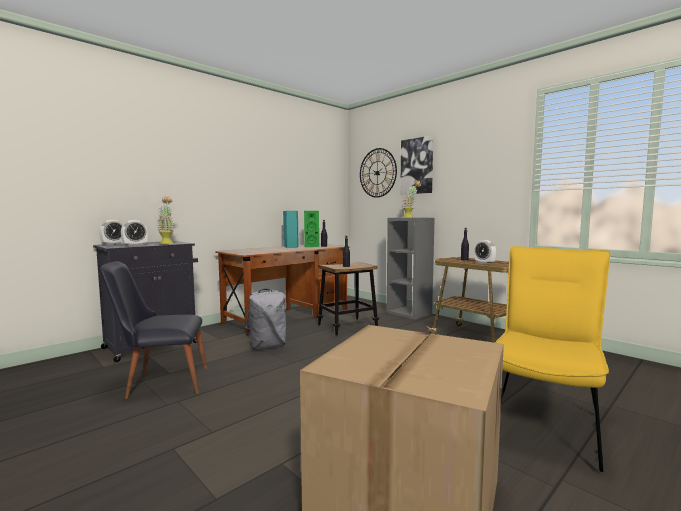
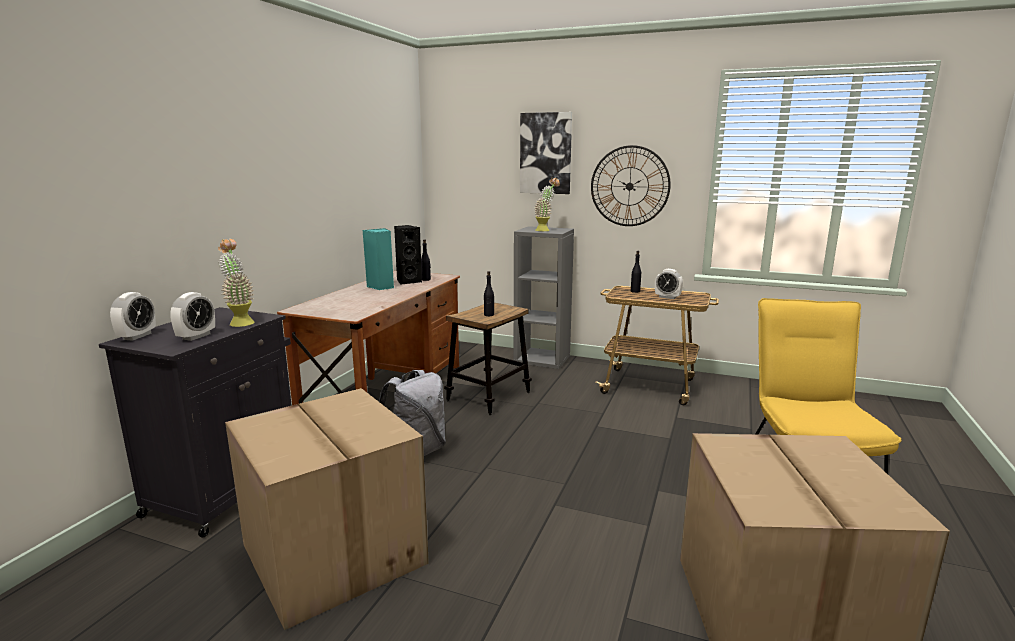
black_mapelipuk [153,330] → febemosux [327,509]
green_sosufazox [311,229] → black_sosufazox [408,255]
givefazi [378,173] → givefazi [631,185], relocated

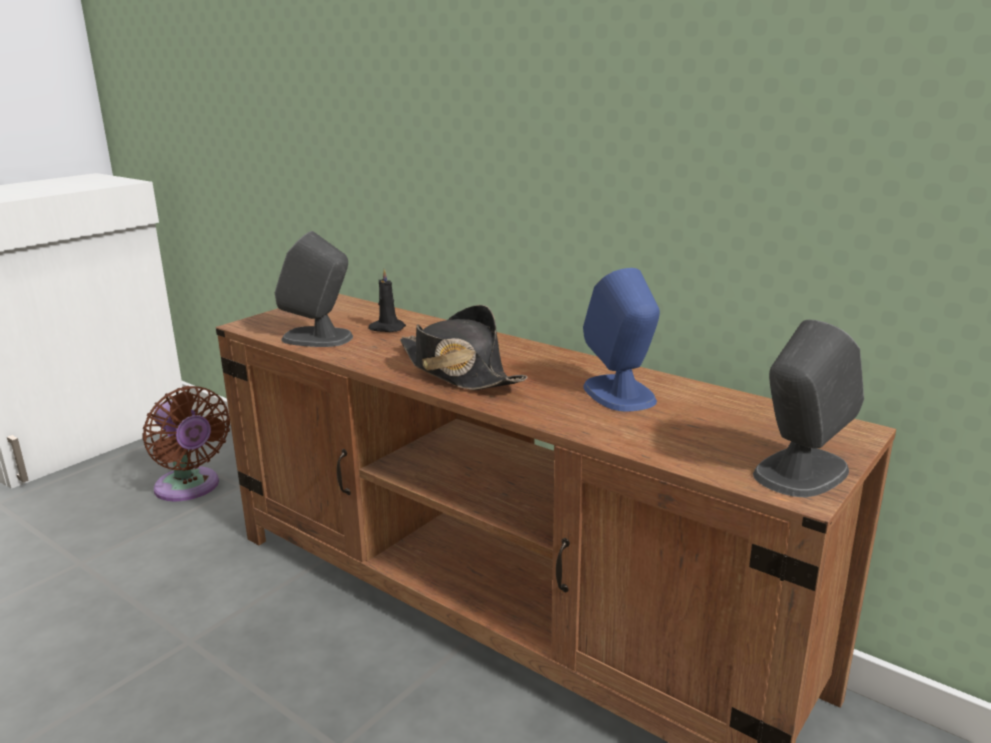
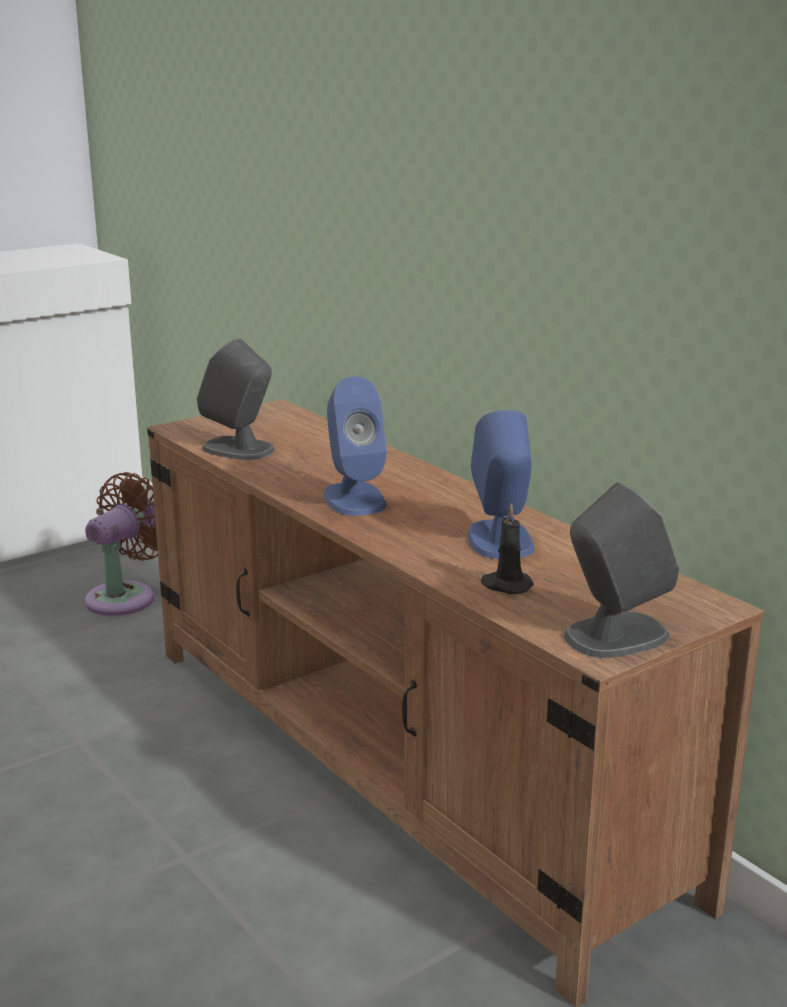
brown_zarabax [186,443] → brown_zarabax [121,544], 120 degrees counterclockwise
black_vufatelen [387,300] → black_vufatelen [507,549], relocated
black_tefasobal [463,347] → blue_sosufazox [355,446]

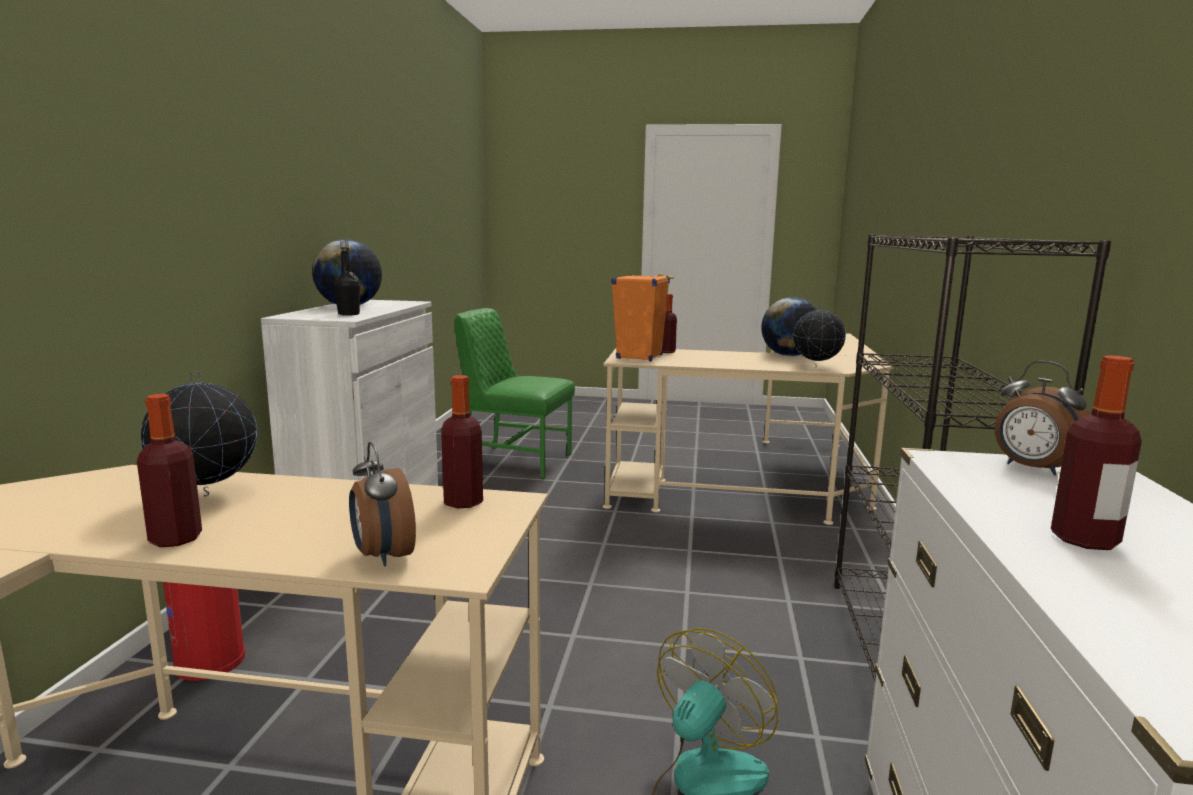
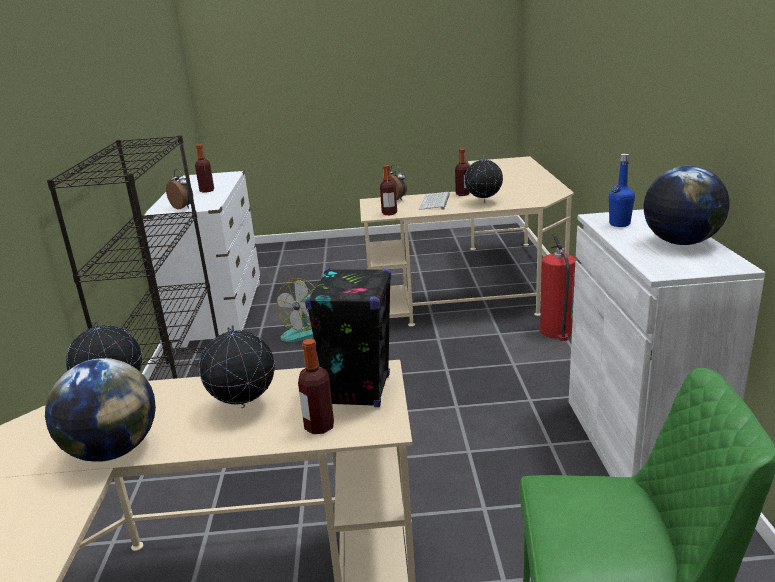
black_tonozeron [347,278] → blue_tonozeron [622,190]
orange_sosufazox [640,318] → black_sosufazox [348,337]
- → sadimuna [237,366]
- → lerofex [434,201]

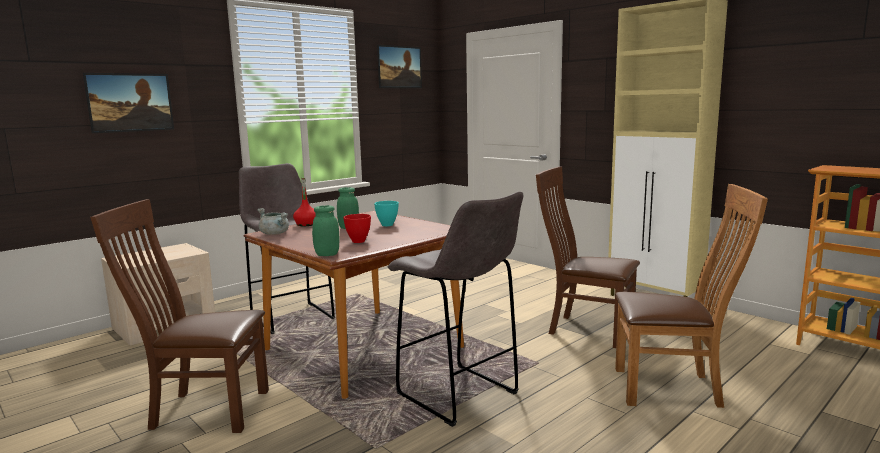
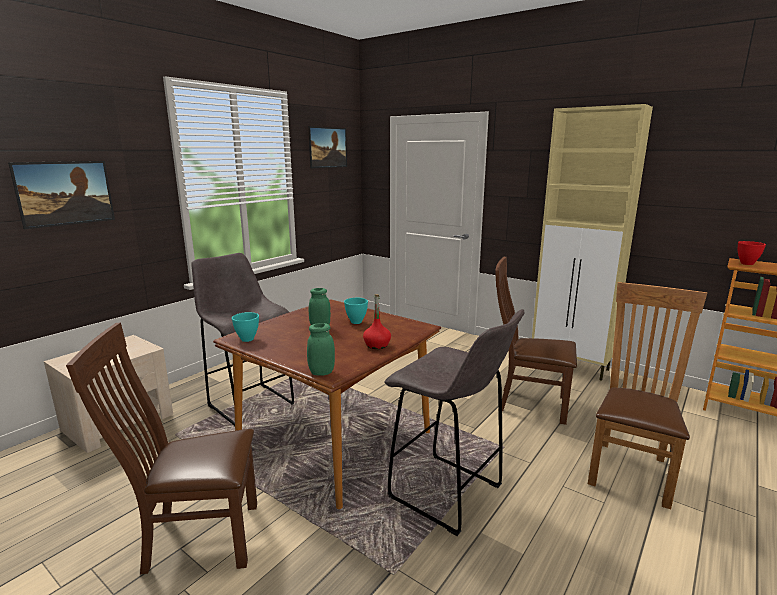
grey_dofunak [273,221] → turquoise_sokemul [245,327]
red_tonozeron [304,202] → red_tonozeron [377,321], relocated
red_sokemul [357,228] → red_sokemul [752,253], relocated
brown_mapelipuk [691,296] → brown_mapelipuk [647,395], 60 degrees counterclockwise

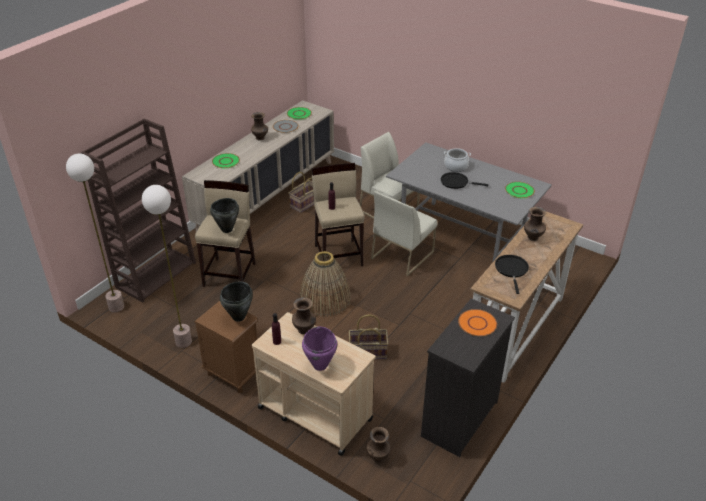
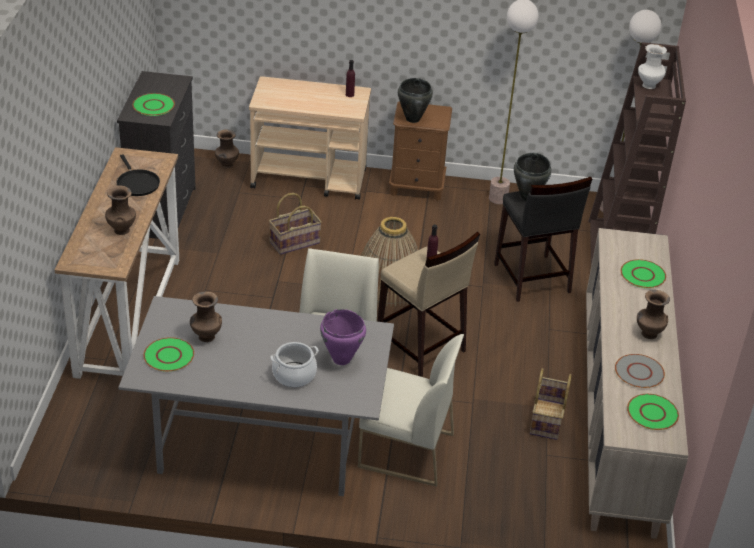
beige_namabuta [225,233] → black_namabuta [543,239]
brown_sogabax [304,315] → brown_sogabax [206,316], relocated
purple_dofunak [319,349] → purple_dofunak [343,337], relocated
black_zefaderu [465,180] → -
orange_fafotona [477,322] → green_fafotona [154,104]
- → white_sogabax [652,66]

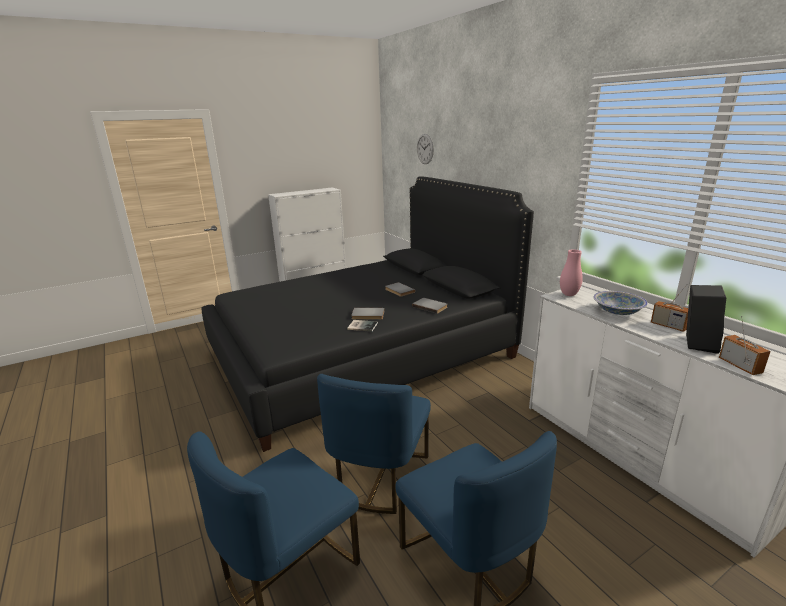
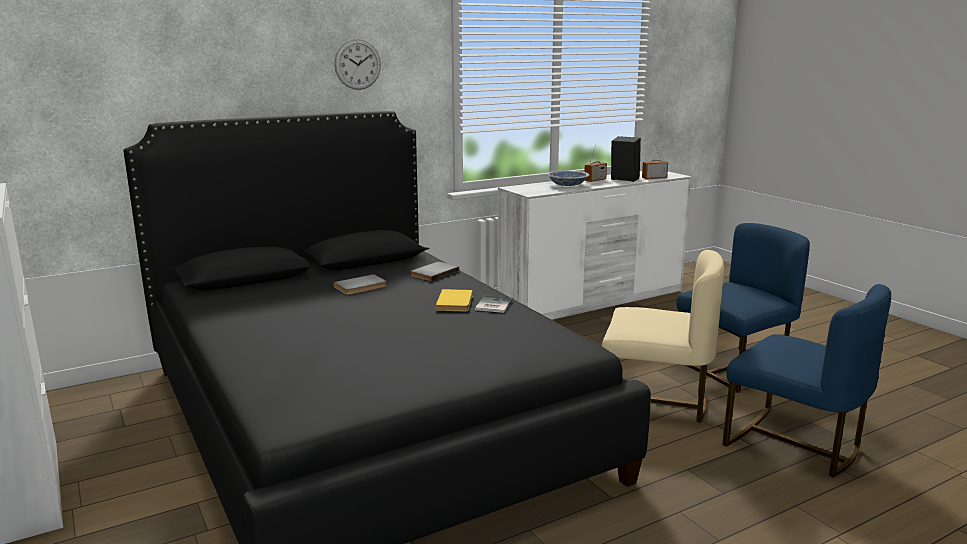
blue_mapelipuk [374,444] → beige_mapelipuk [663,336]
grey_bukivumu [368,314] → yellow_bukivumu [453,300]
givefazi [425,149] → givefazi [357,64], relocated
pink_sogabax [571,272] → -

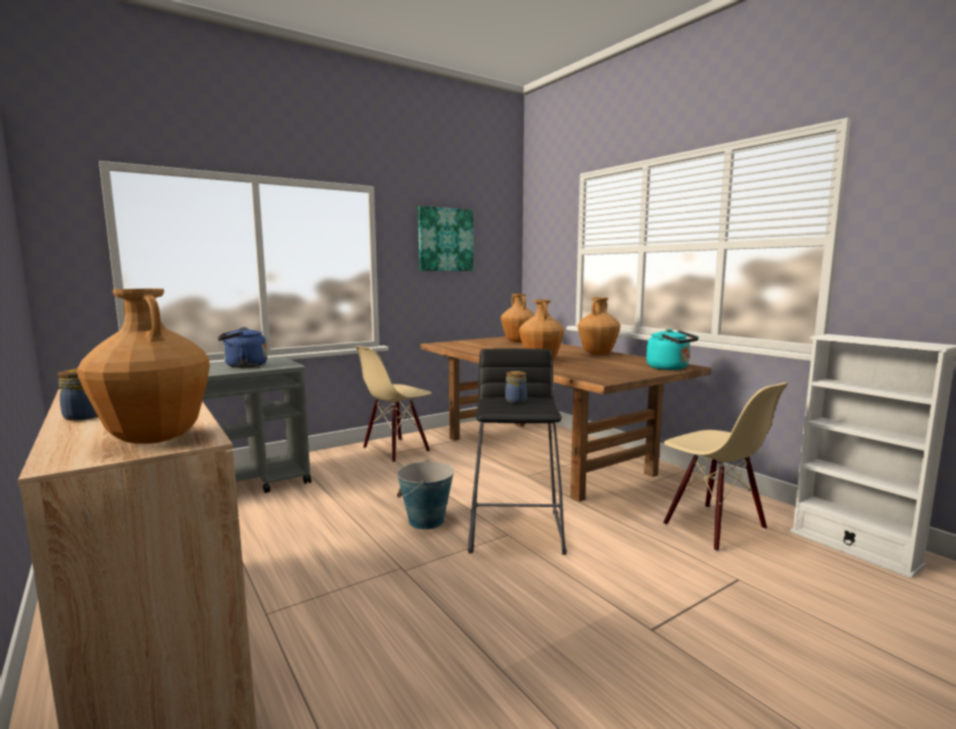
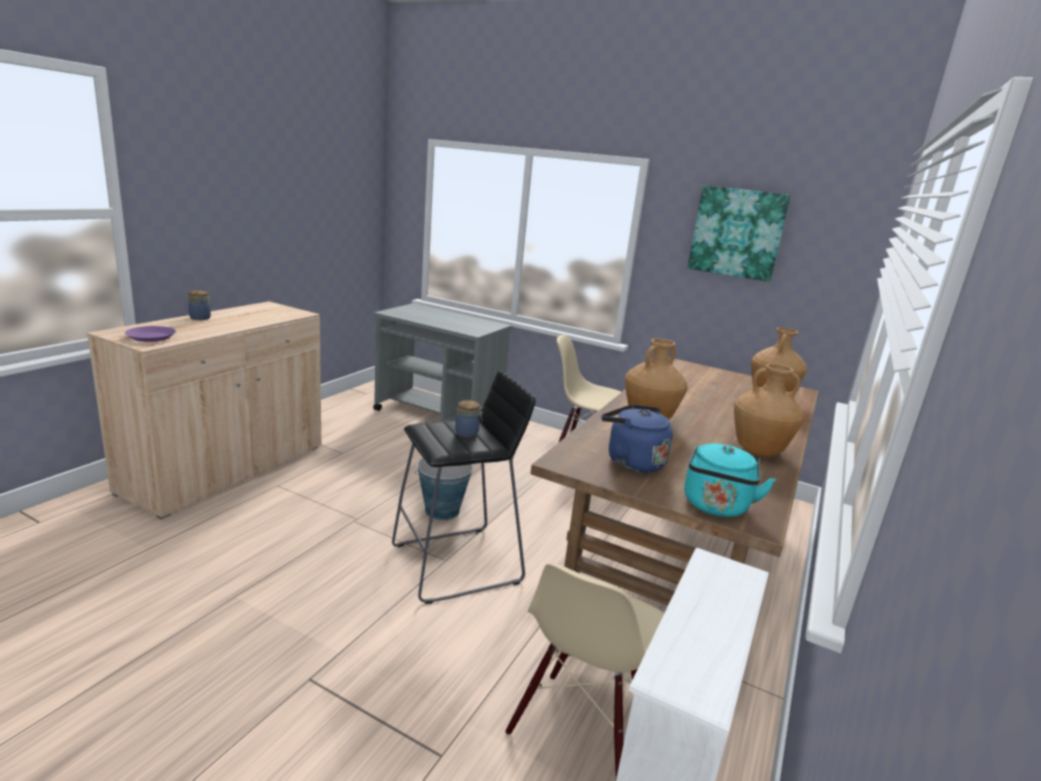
brown_sogabax [143,366] → purple_fafotona [150,334]
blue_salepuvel [242,347] → blue_salepuvel [637,438], relocated

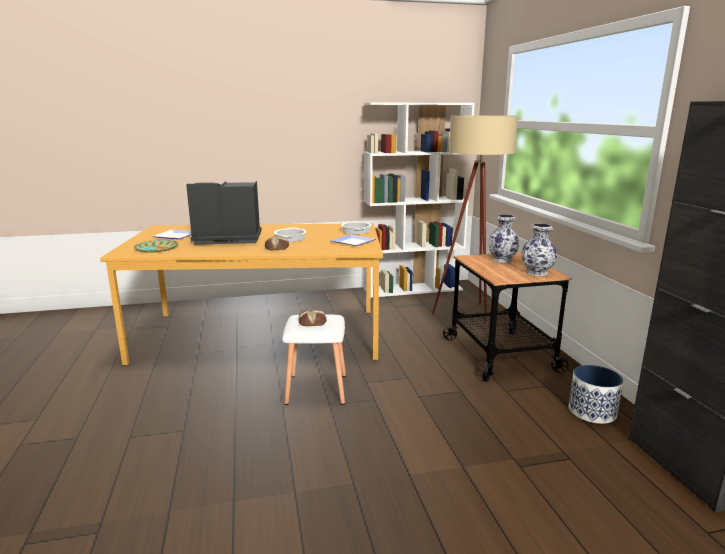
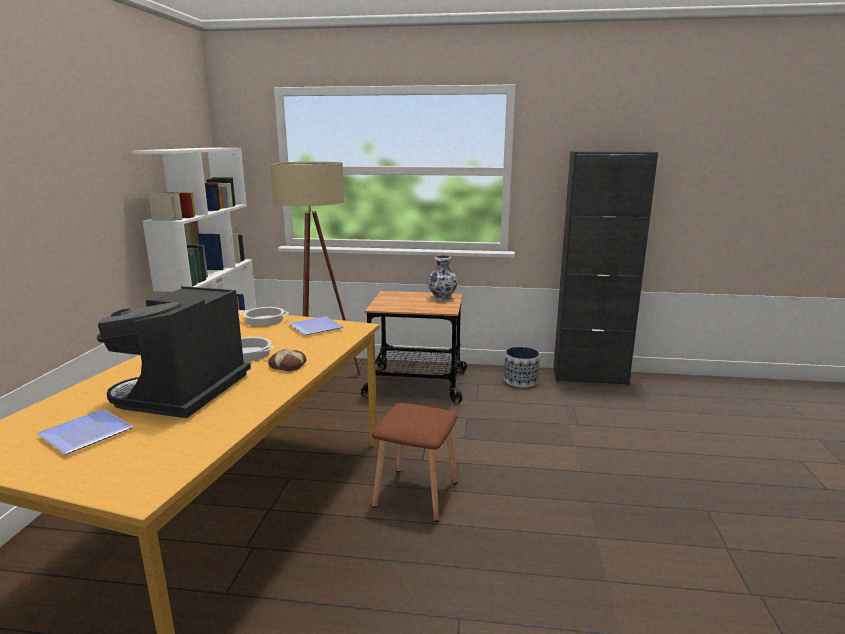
fafotona [156,246] → -
white_namabuta [314,359] → brown_namabuta [415,462]
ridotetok [312,318] → -
sogabax [504,238] → -

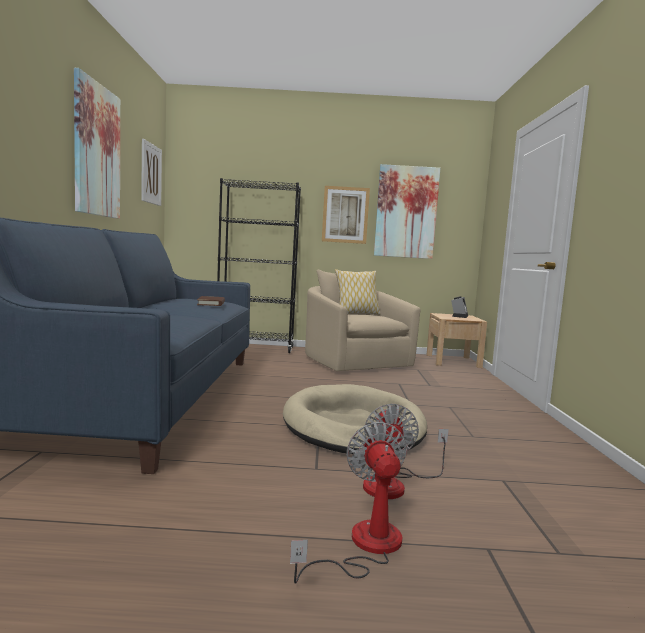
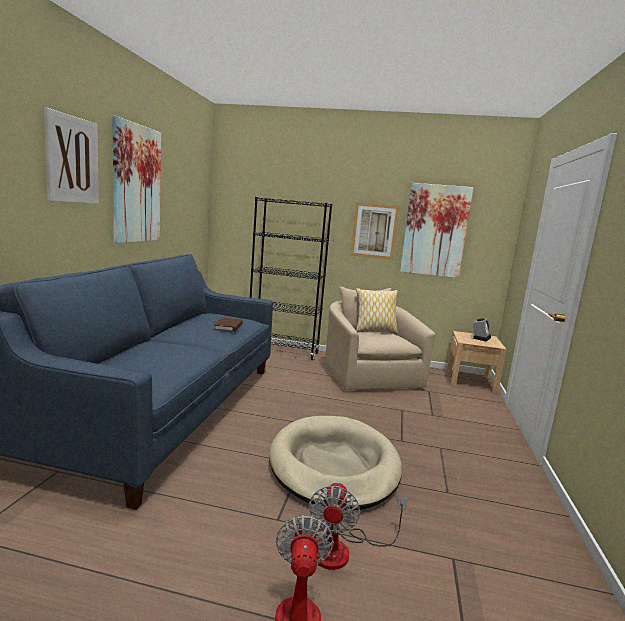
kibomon [151,172] → kibomon [71,155], relocated

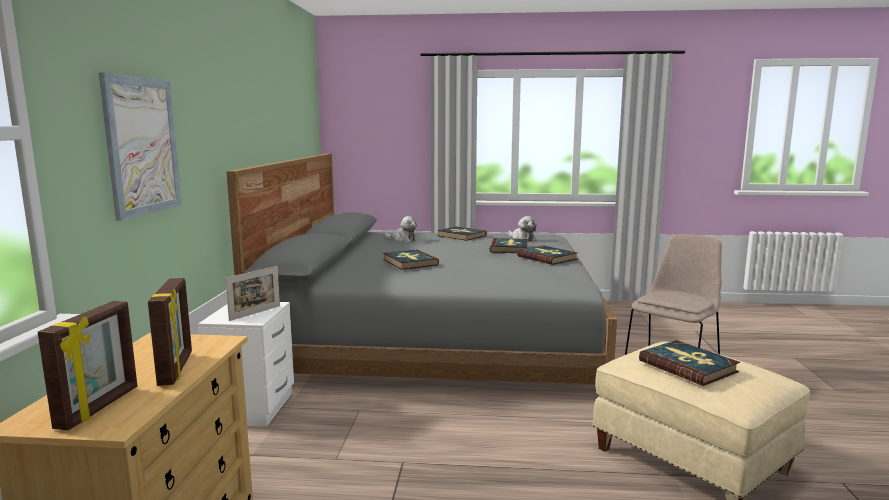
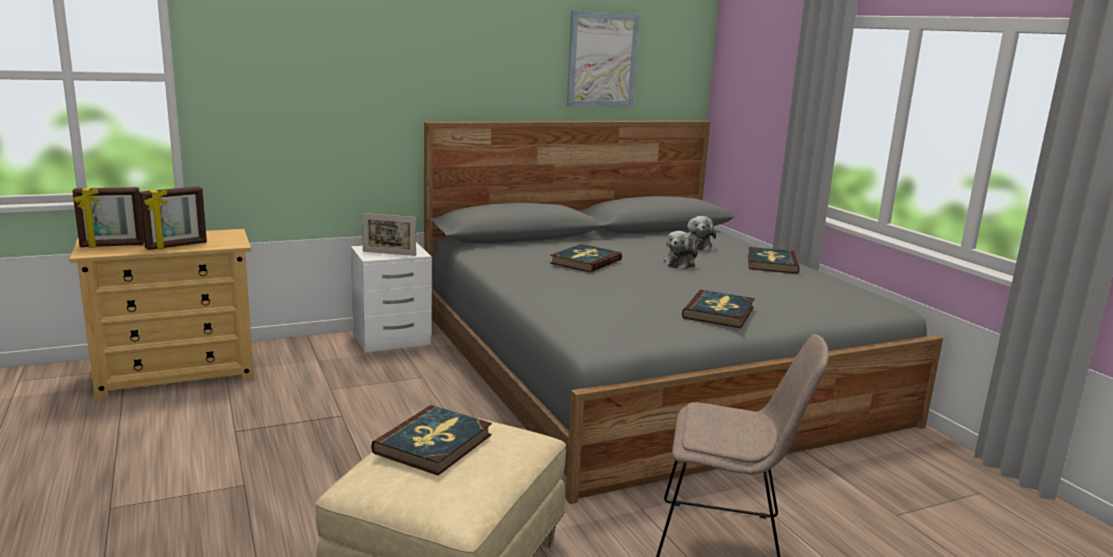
kibomon [140,146] → kibomon [603,58], relocated
bukivumu [508,245] → -
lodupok [522,229] → lodupok [680,250], relocated

